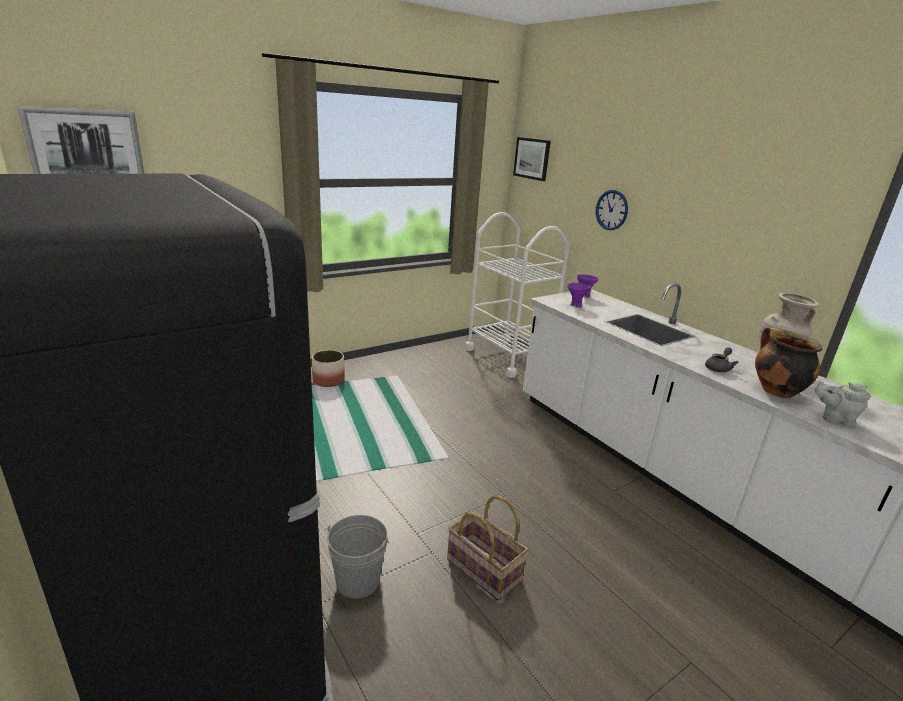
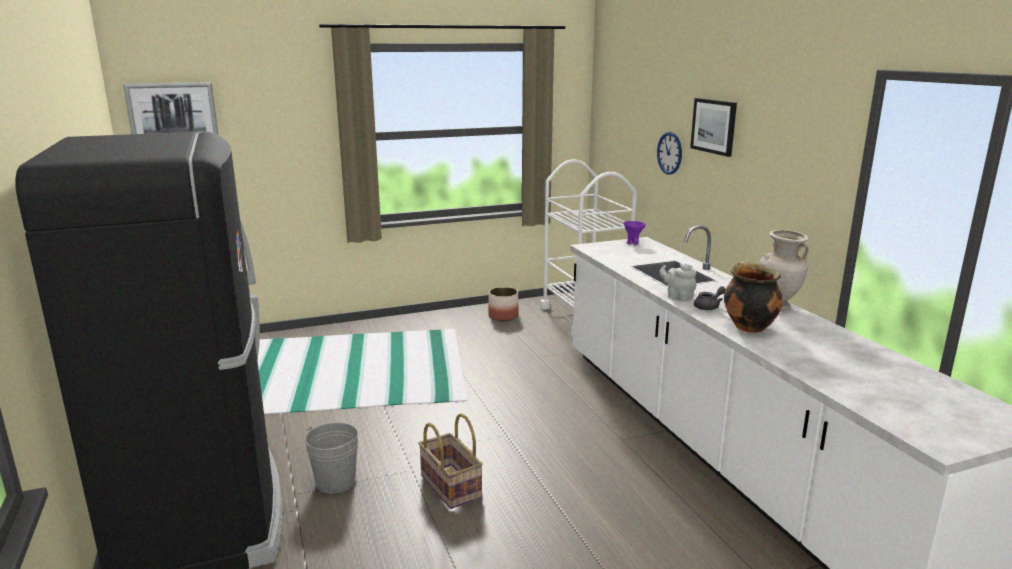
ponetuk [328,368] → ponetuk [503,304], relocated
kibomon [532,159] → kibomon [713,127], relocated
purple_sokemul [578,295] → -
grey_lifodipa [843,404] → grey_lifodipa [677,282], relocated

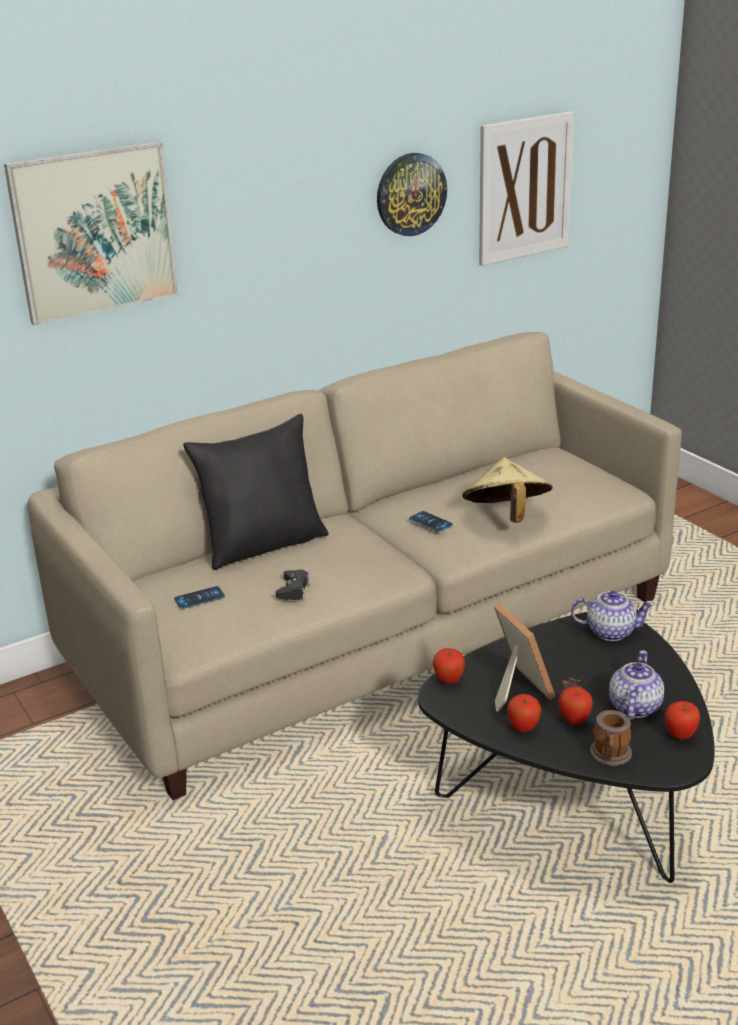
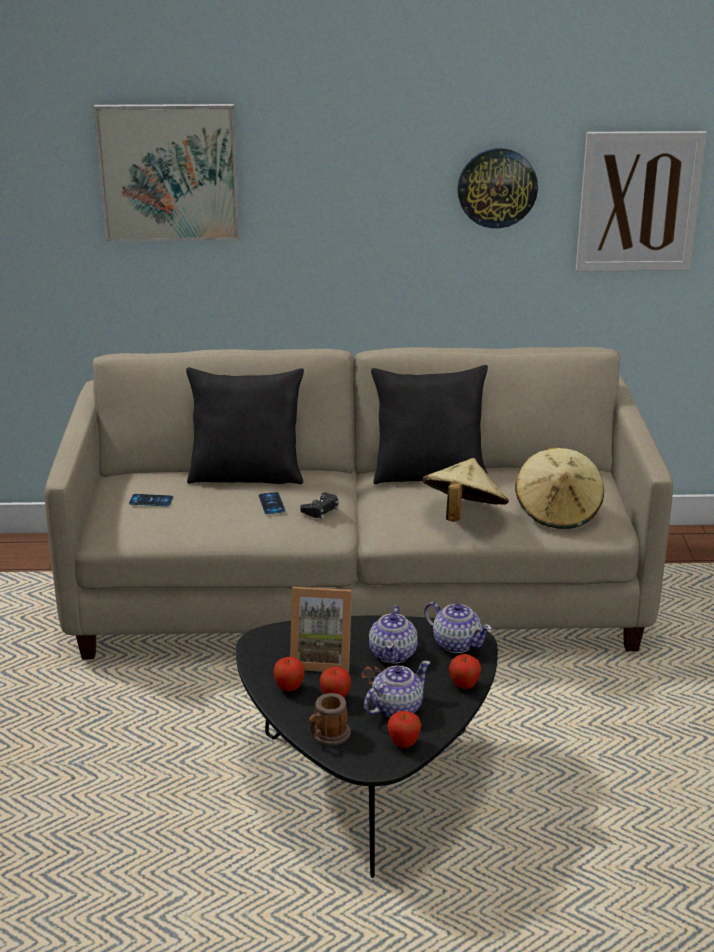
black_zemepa [293,584] → black_zemepa [319,506], relocated
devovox [431,521] → devovox [272,503], relocated
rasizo [449,666] → rasizo [465,671], relocated
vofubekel [525,657] → vofubekel [321,630], 90 degrees clockwise
- → lifodipa [393,634]
- → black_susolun [429,424]
- → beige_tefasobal [559,488]

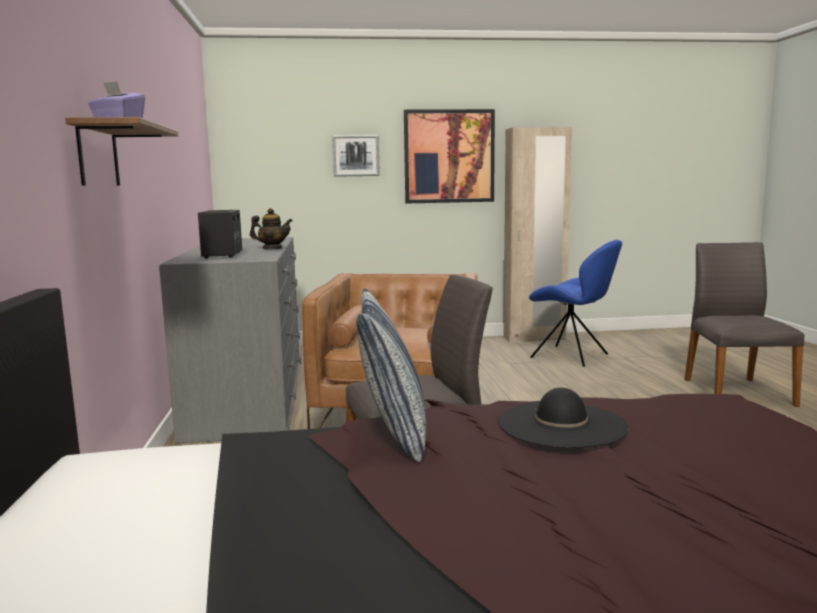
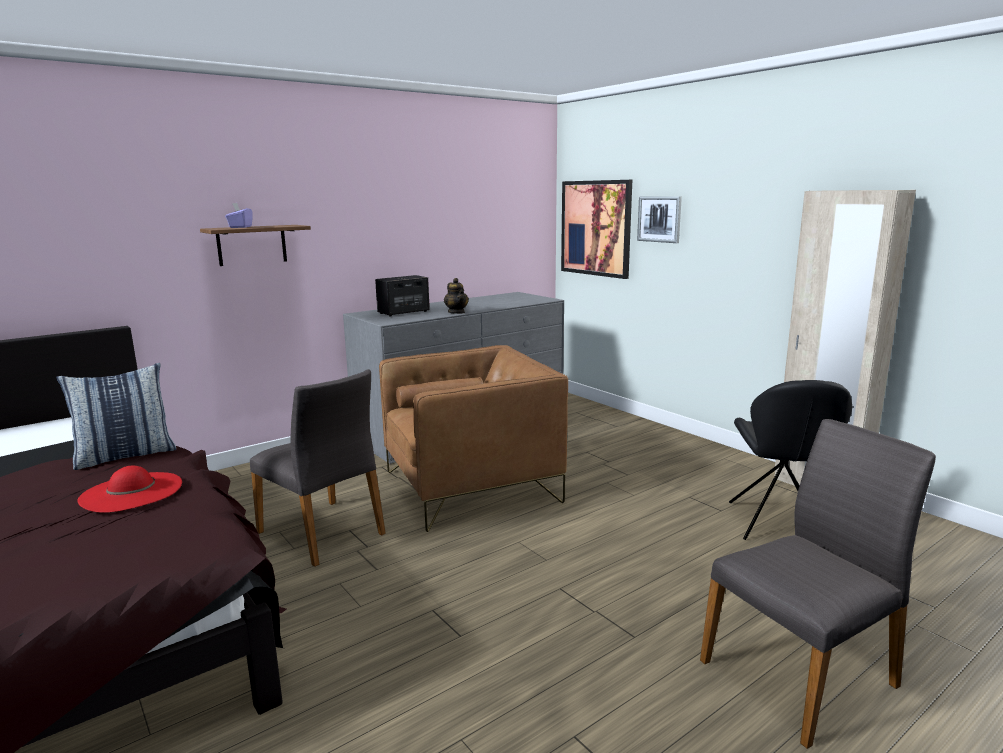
kibomon [449,156] → kibomon [596,229], relocated
black_tefasobal [563,418] → red_tefasobal [129,489]
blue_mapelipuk [575,303] → black_mapelipuk [790,460]

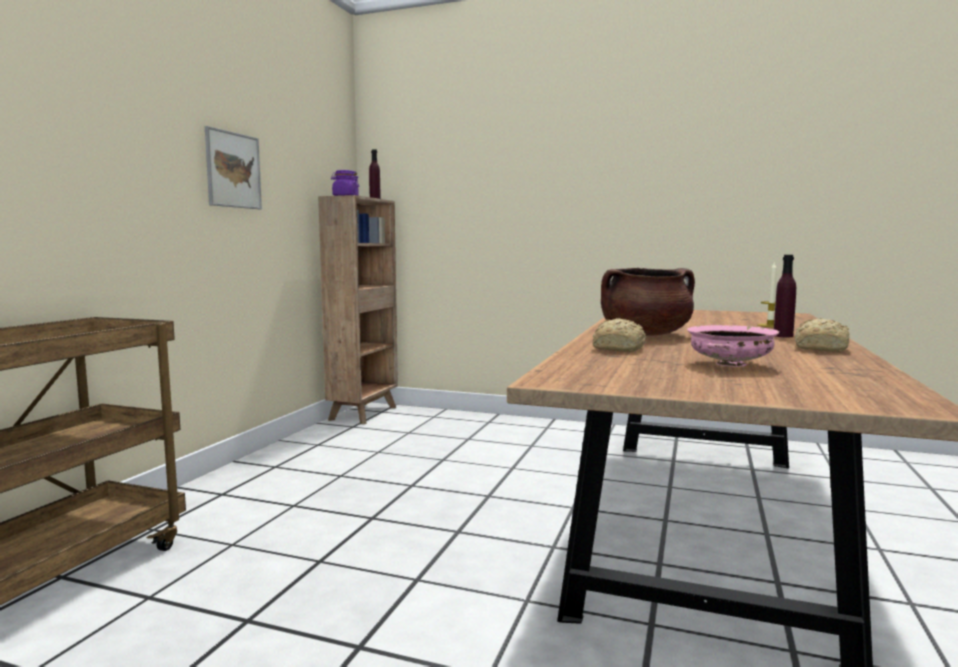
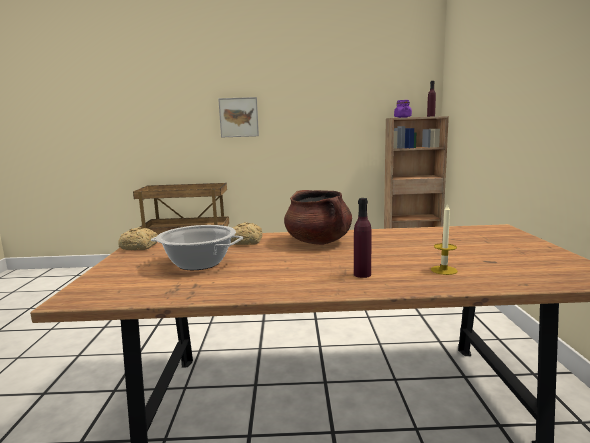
kibomon [233,167] → kibomon [238,117], relocated
pink_sokemul [733,346] → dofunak [197,247]
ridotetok [822,335] → ridotetok [138,238], relocated

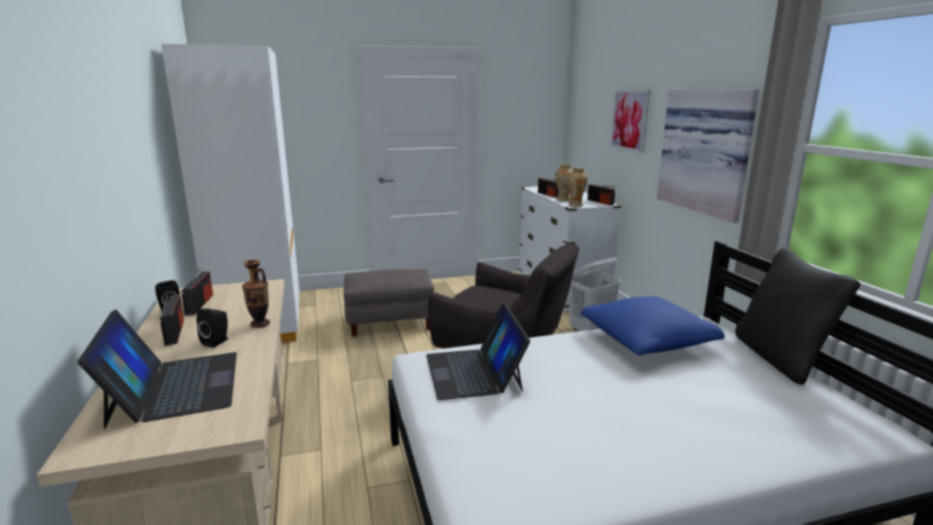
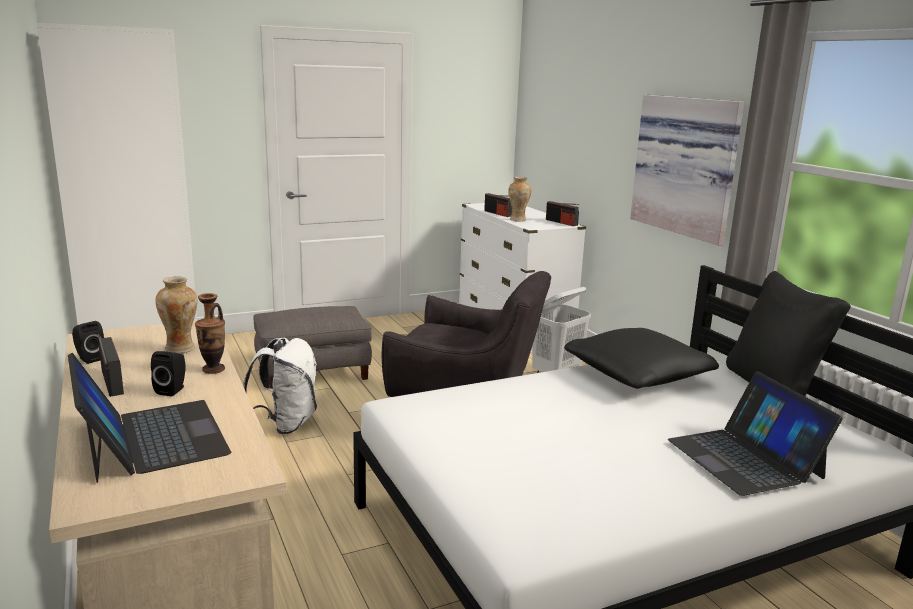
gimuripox [197,291] → -
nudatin [478,351] → nudatin [755,433], relocated
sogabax [577,187] → sogabax [176,315], relocated
blue_susolun [653,325] → black_susolun [641,358]
kibomon [630,121] → -
- → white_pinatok [280,386]

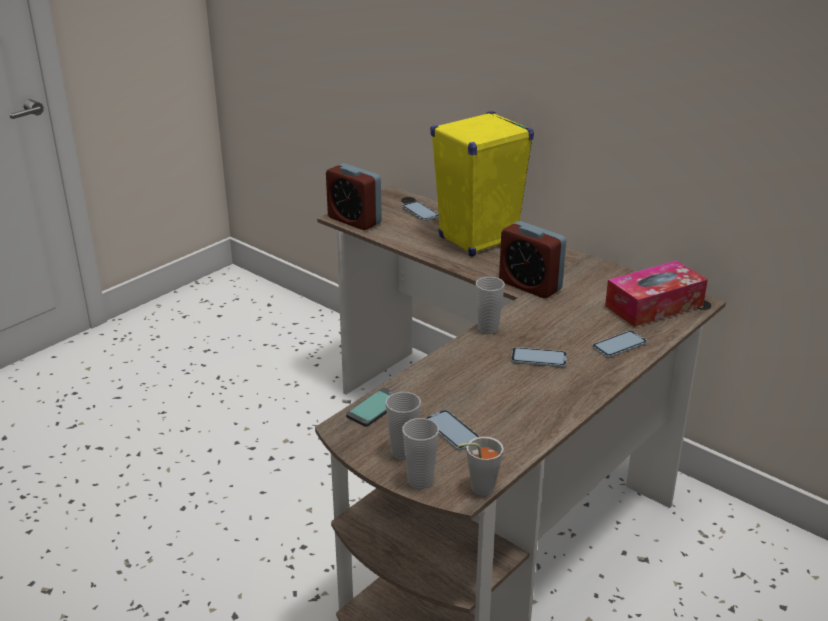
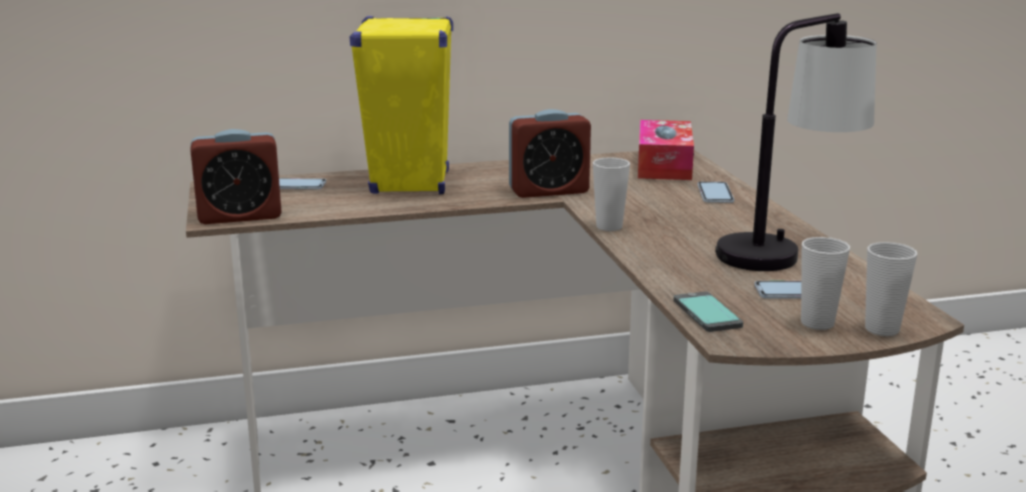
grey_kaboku [481,466] → -
devovox [539,357] → -
- → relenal [796,142]

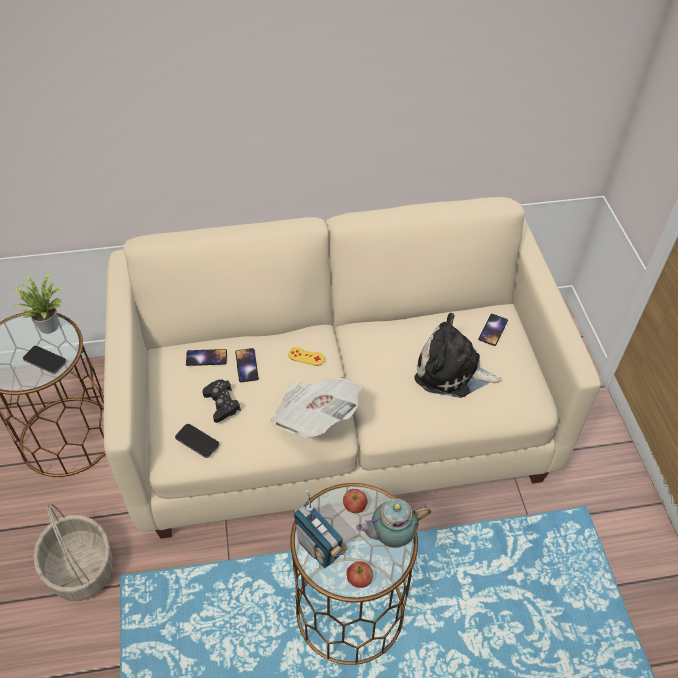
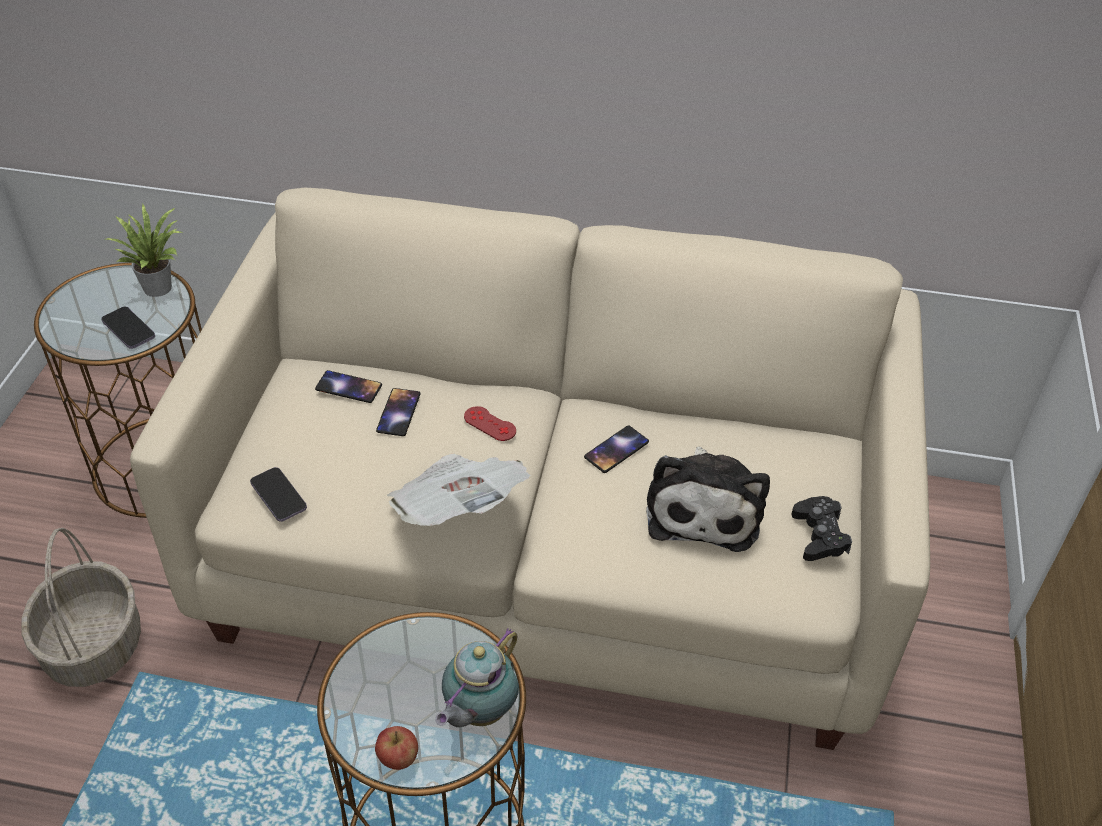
black_zemepa [221,401] → black_zemepa [821,528], relocated
yellow_zemepa [306,356] → red_zemepa [490,423]
gimuripox [321,529] → -
rasizo [355,501] → -
lifodipa [393,523] → lifodipa [477,677], 60 degrees counterclockwise
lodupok [458,355] → lodupok [708,499], 120 degrees counterclockwise
devovox [493,330] → devovox [616,449], relocated

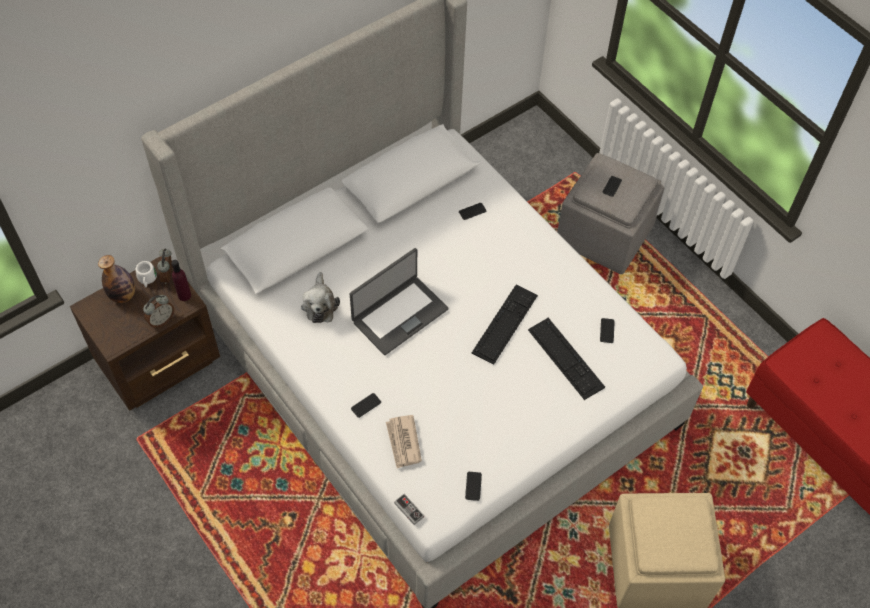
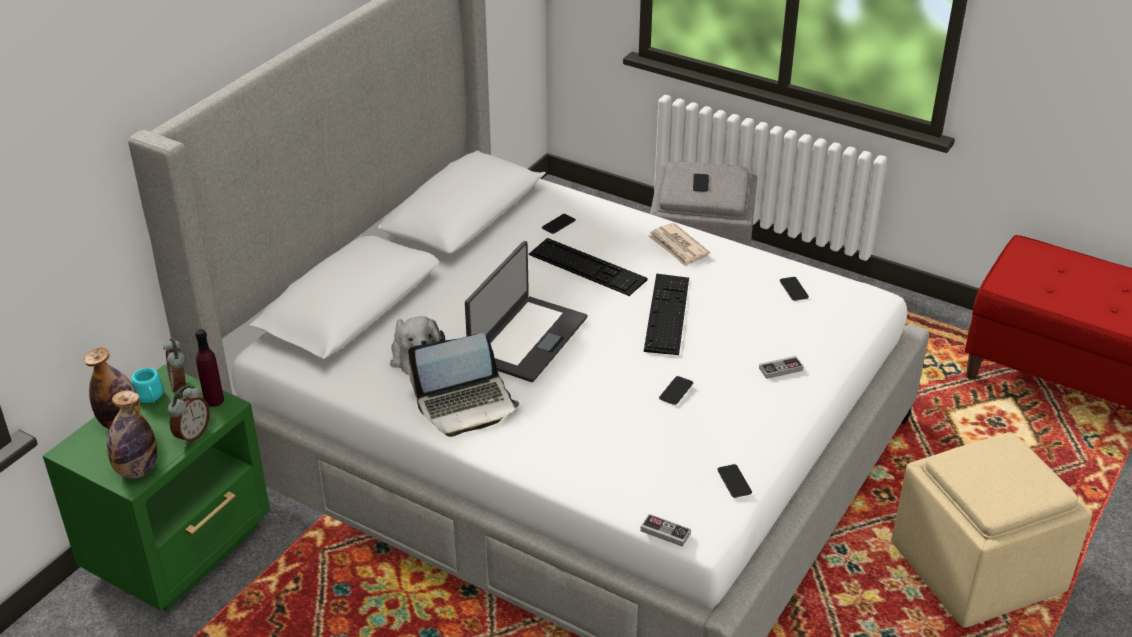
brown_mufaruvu [145,333] → green_mufaruvu [156,487]
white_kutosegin [146,274] → turquoise_kutosegin [147,385]
devovox [366,405] → devovox [676,390], relocated
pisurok [404,441] → pisurok [679,245], relocated
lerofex [566,359] → lerofex [588,267], relocated
- → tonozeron [132,434]
- → nudatin [464,385]
- → zemepa [781,367]

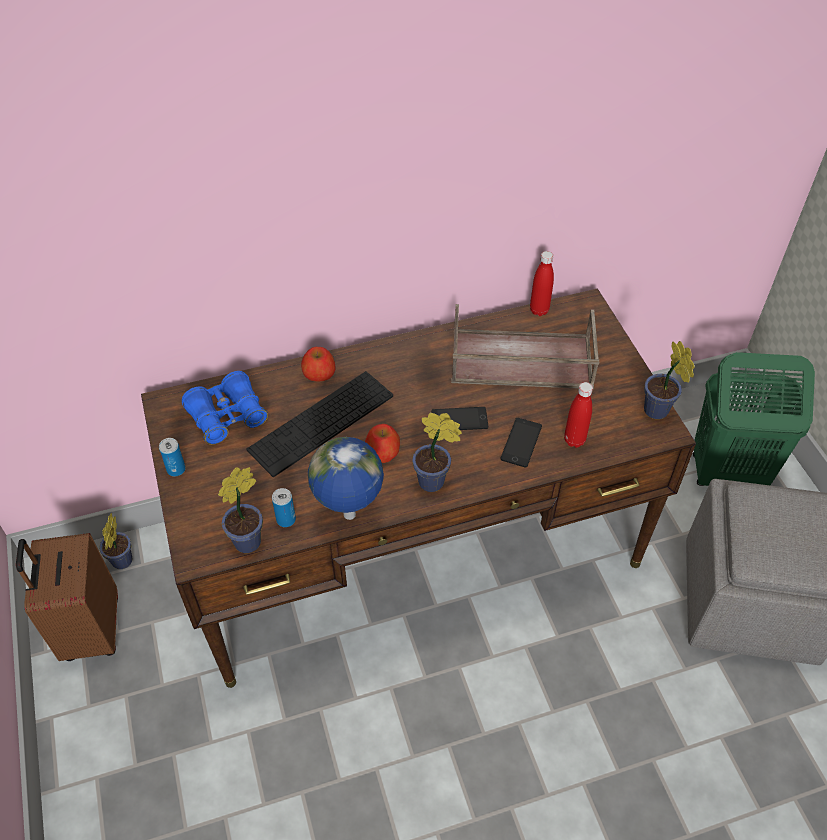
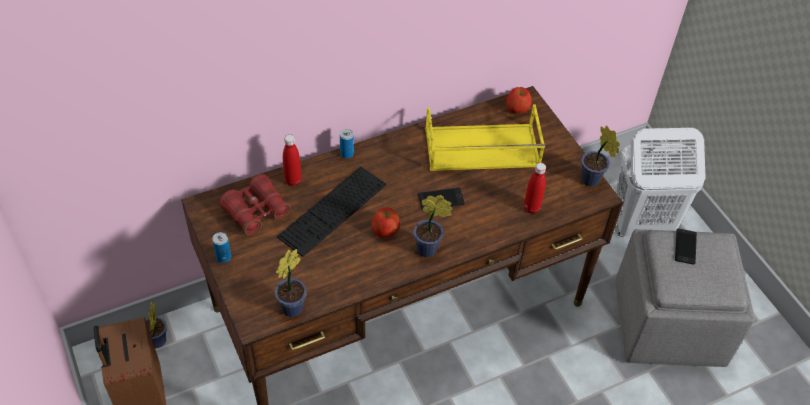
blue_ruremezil [225,408] → red_ruremezil [255,204]
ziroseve [284,507] → ziroseve [347,144], relocated
rasizo [318,364] → rasizo [519,100], relocated
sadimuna [346,478] → -
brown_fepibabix [525,346] → yellow_fepibabix [485,137]
devovox [521,442] → devovox [686,247], relocated
red_tonozeron [542,283] → red_tonozeron [292,160], relocated
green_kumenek [754,419] → white_kumenek [660,182]

